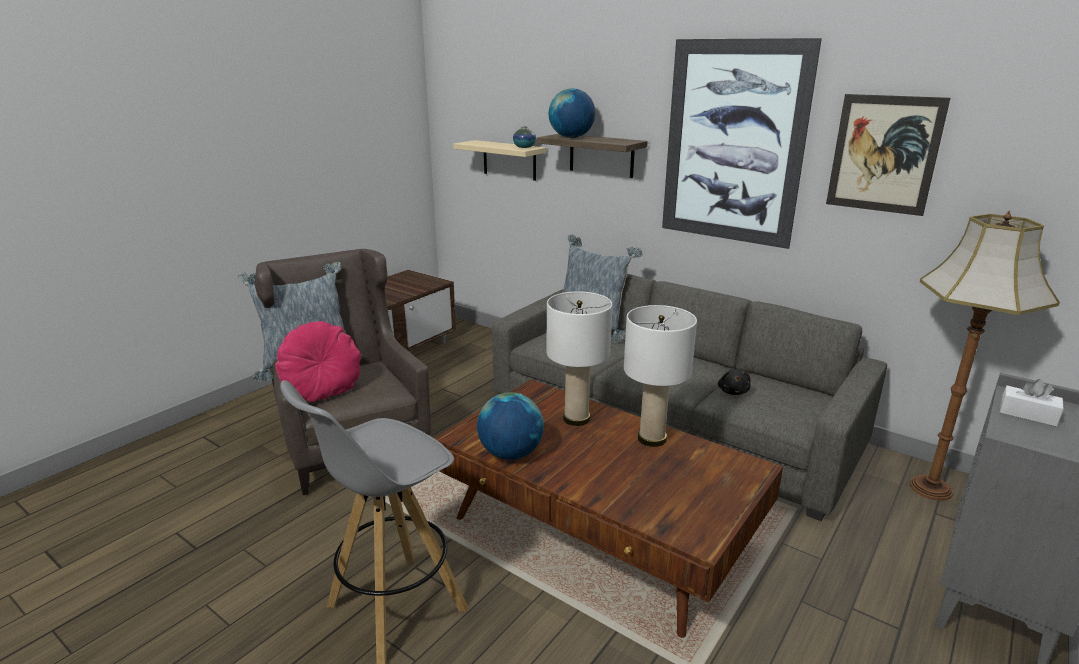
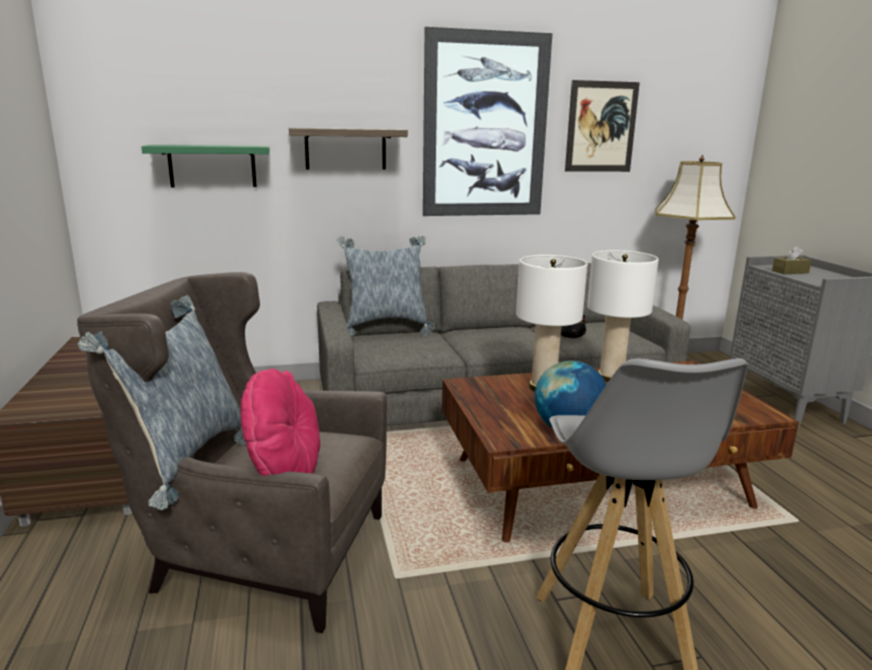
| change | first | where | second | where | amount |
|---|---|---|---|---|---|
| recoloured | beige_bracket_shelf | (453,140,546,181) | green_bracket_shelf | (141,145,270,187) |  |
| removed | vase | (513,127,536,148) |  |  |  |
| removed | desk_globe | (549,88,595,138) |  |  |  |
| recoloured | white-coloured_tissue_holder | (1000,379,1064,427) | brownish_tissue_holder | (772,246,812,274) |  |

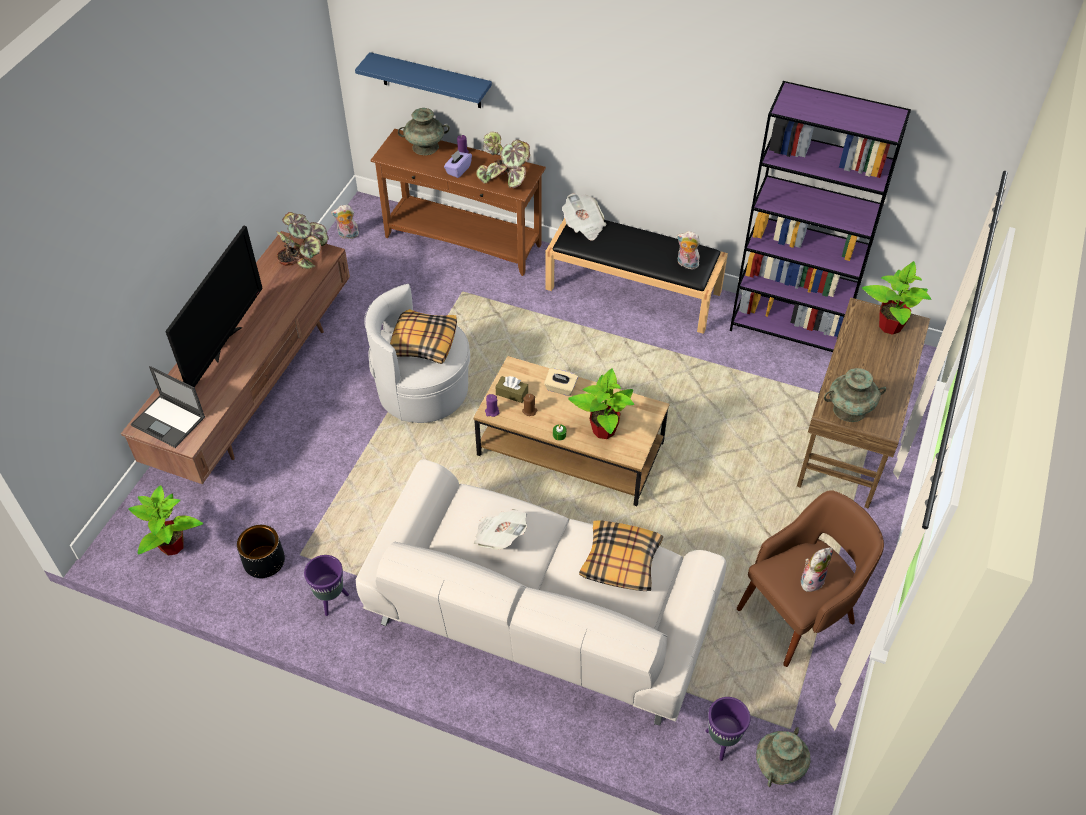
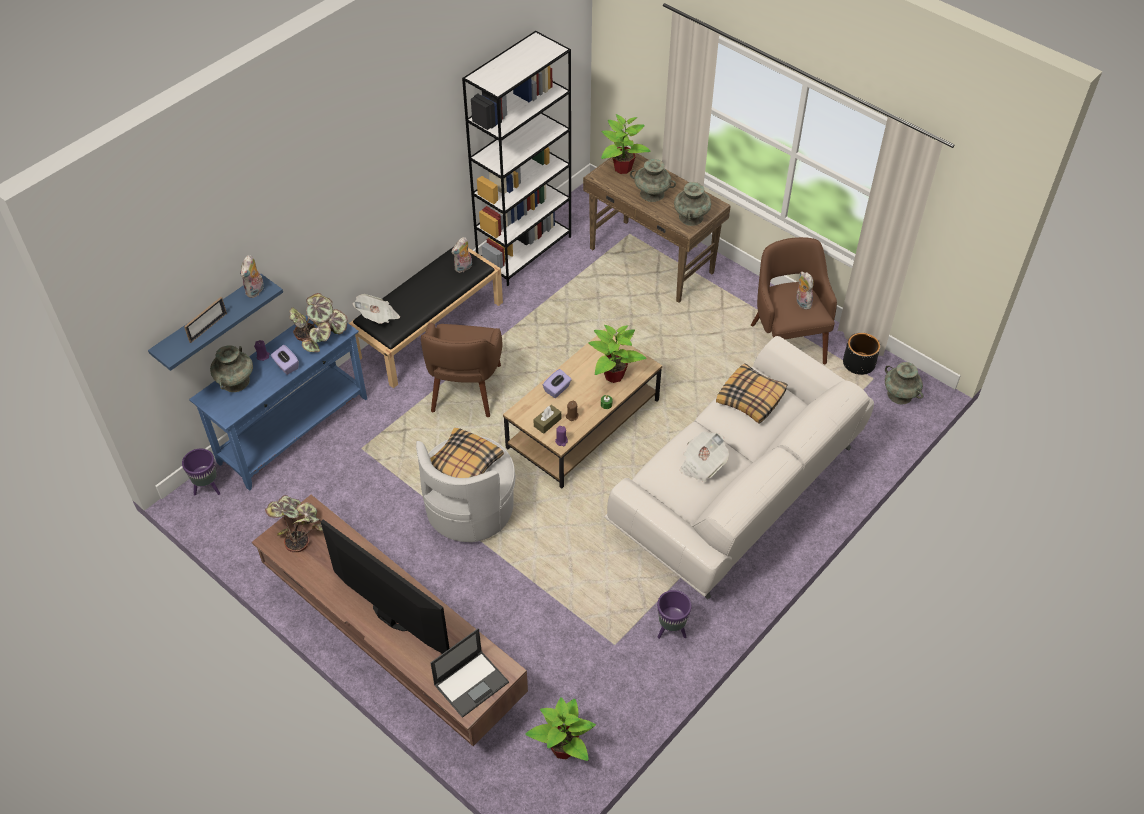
| change | first | where | second | where | amount |
|---|---|---|---|---|---|
| moved | black-coloured_planter | (237,525,285,578) |  | (843,333,880,375) |  |
| moved | plush_toy | (331,205,360,239) |  | (240,255,264,298) |  |
| recoloured | brownish_console_table | (370,129,546,276) | blue-coloured_console_table | (189,315,367,491) |  |
| recoloured | beige_tissue_holder | (544,368,578,396) | purplish_tissue_holder | (543,369,572,398) |  |
| moved | purplish_planter | (705,697,750,761) |  | (182,449,221,495) |  |
| recoloured | purplish_shelving_unit | (730,81,911,352) | white-coloured_shelving_unit | (462,31,571,286) |  |
| added |  |  | picture_frame | (184,297,227,343) |  |
| added |  |  | brownish_armchair | (421,323,502,417) |  |
| added |  |  | turquoise-coloured_vase | (630,159,676,202) |  |

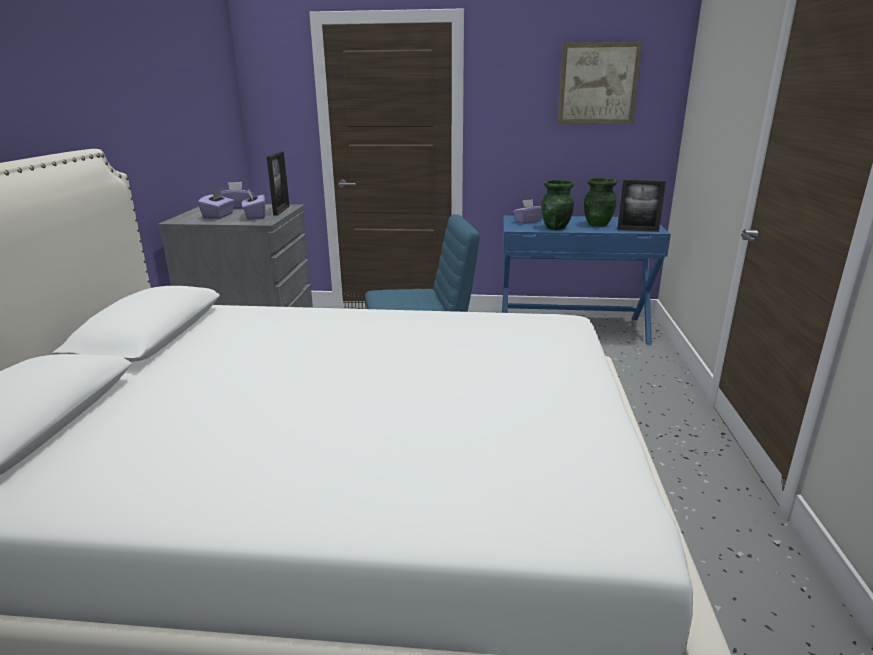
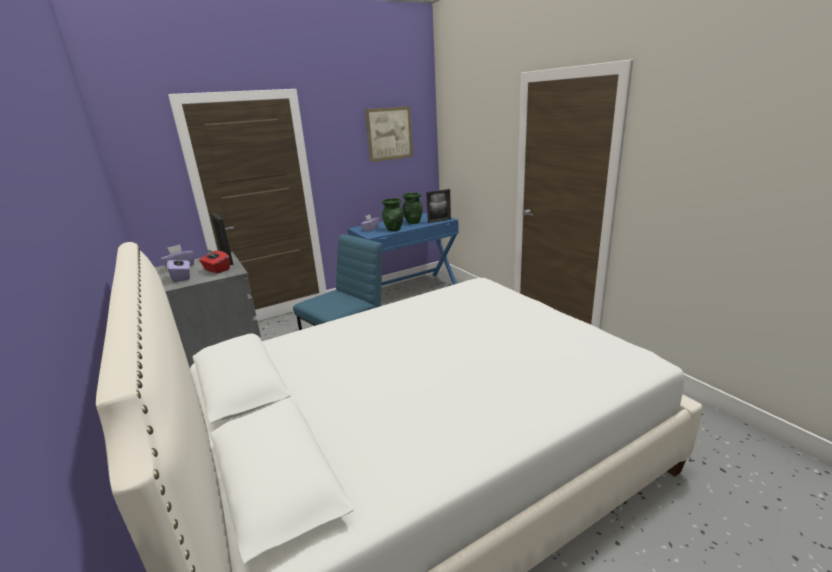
| change | first | where | second | where | amount |
|---|---|---|---|---|---|
| recoloured | purplish_tissue_holder | (242,190,266,220) | reddish_tissue_holder | (199,249,230,274) |  |

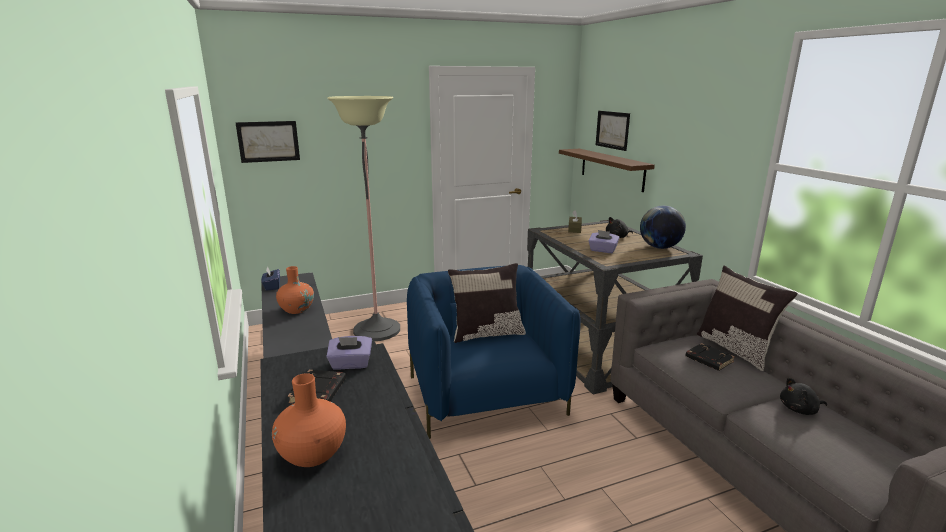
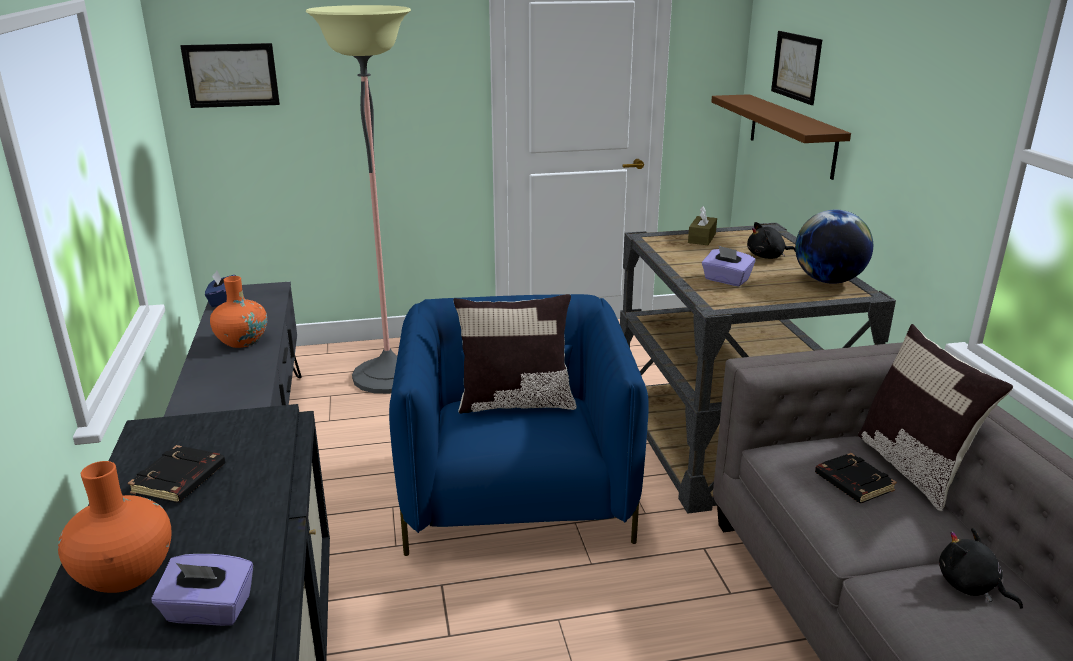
| change | first | where | second | where | amount |
|---|---|---|---|---|---|
| moved | purplish_tissue_holder | (326,336,372,370) |  | (151,554,253,626) |  |
| turned | black-coloured_plush_toy | (780,378,827,415) |  | (939,528,1023,609) | 45 degrees clockwise |

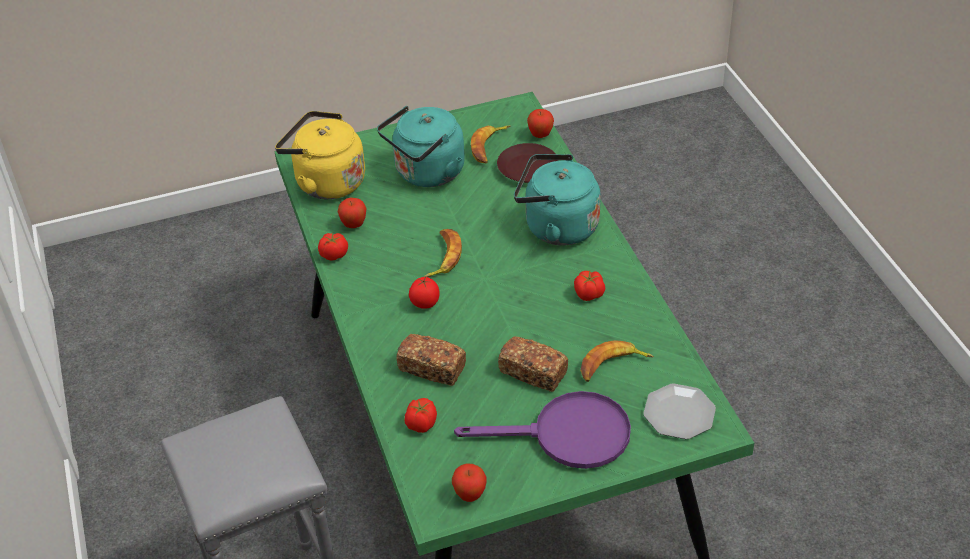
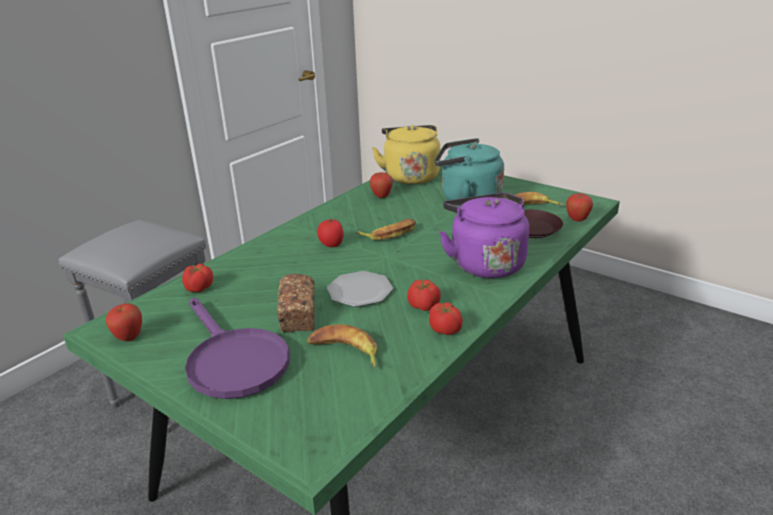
| change | first | where | second | where | amount |
|---|---|---|---|---|---|
| moved | whole_tomato | (318,233,348,260) |  | (429,302,463,335) |  |
| removed | bread | (396,334,466,386) |  |  |  |
| recoloured | turquoise-coloured_water_kettle | (514,154,601,246) | purplish_water_kettle | (439,192,529,278) |  |
| moved | plate | (643,383,716,439) |  | (327,271,393,307) |  |

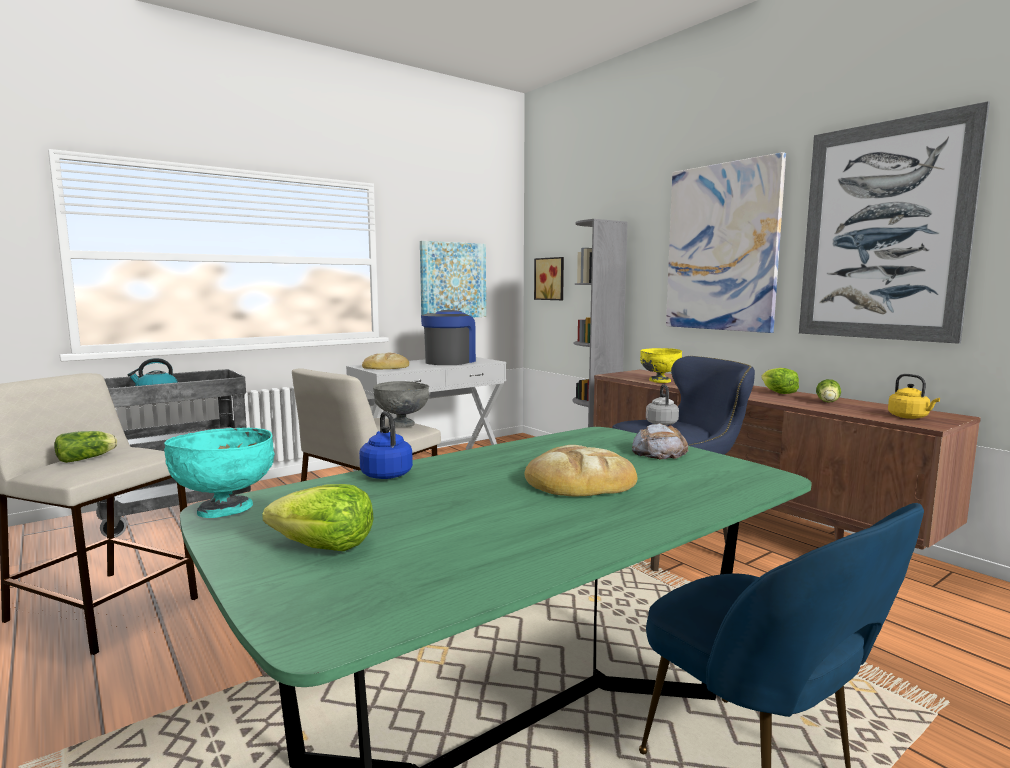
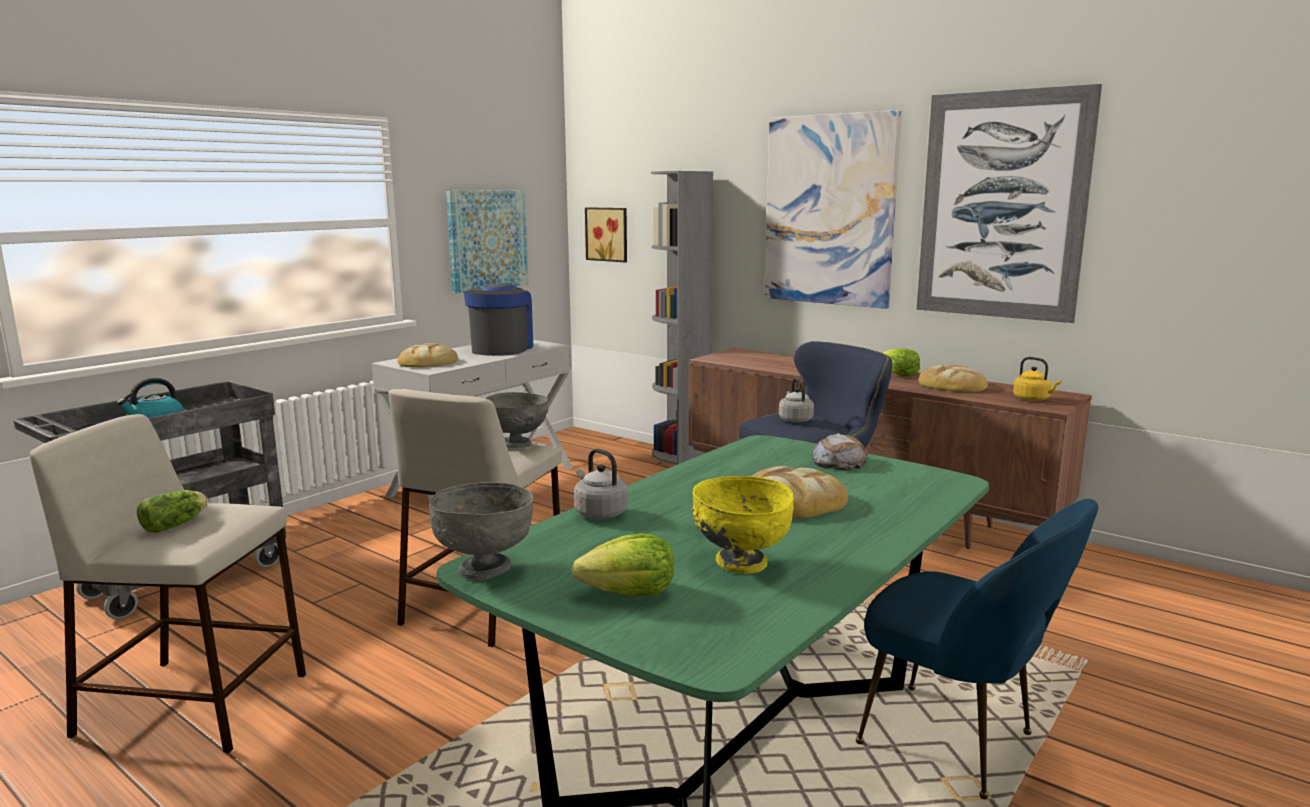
| change | first | where | second | where | amount |
|---|---|---|---|---|---|
| recoloured | turquoise-coloured_bowl | (164,428,275,518) | greyish_bowl | (429,482,533,580) |  |
| recoloured | blue-coloured_water_kettle | (359,411,413,479) | greyish_water_kettle | (574,448,628,519) |  |
| moved | yellow_bowl | (640,348,682,383) |  | (692,476,794,574) |  |
| replaced | lettuce | (816,379,841,403) | bread | (919,365,988,393) |  |

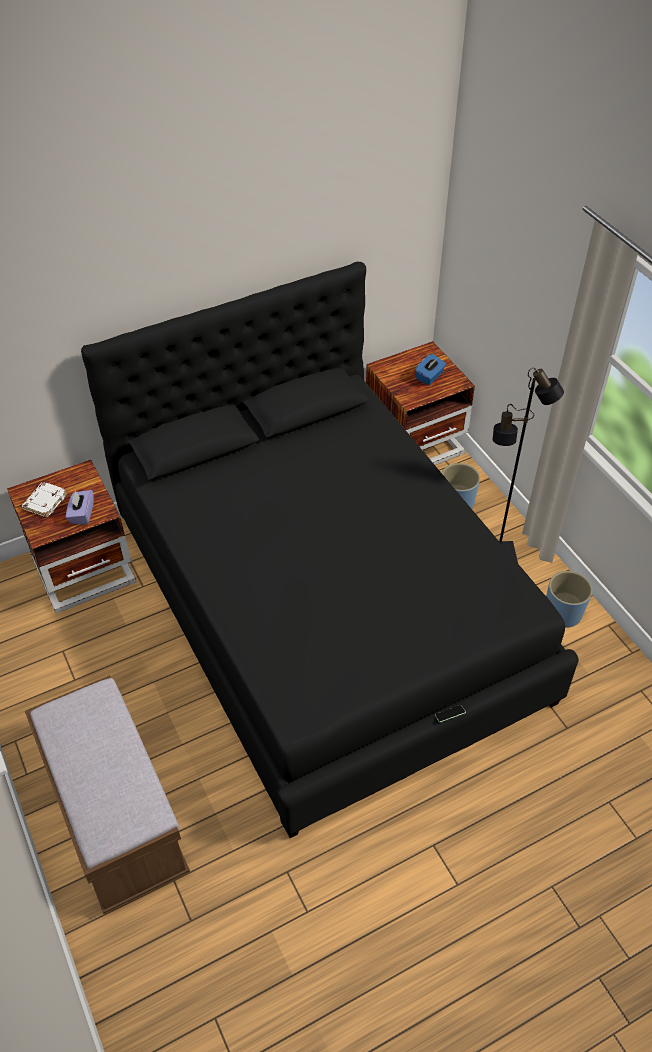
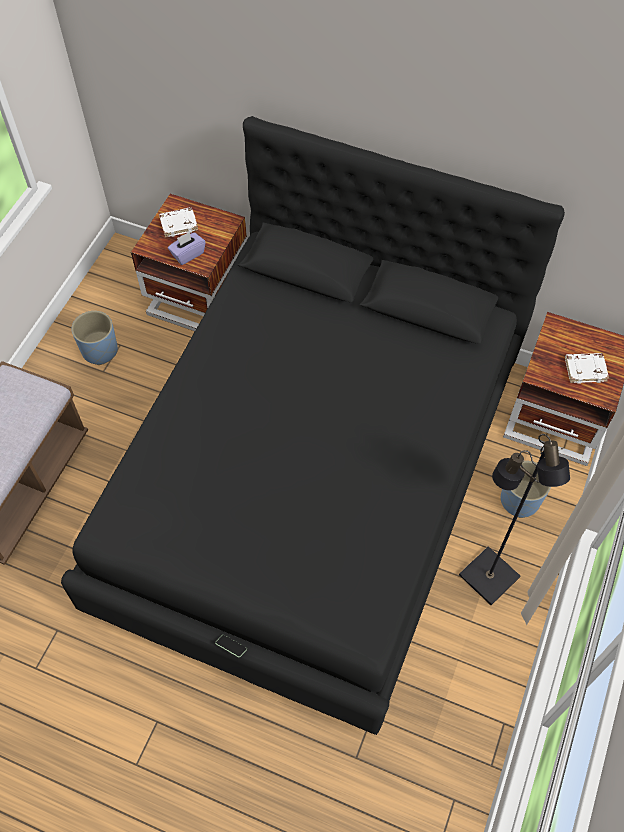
| change | first | where | second | where | amount |
|---|---|---|---|---|---|
| replaced | blue-coloured_tissue_holder | (415,354,446,385) | white-coloured_volume | (565,353,609,384) |  |
| moved | blue-coloured_planter | (546,571,592,628) |  | (72,311,118,365) |  |

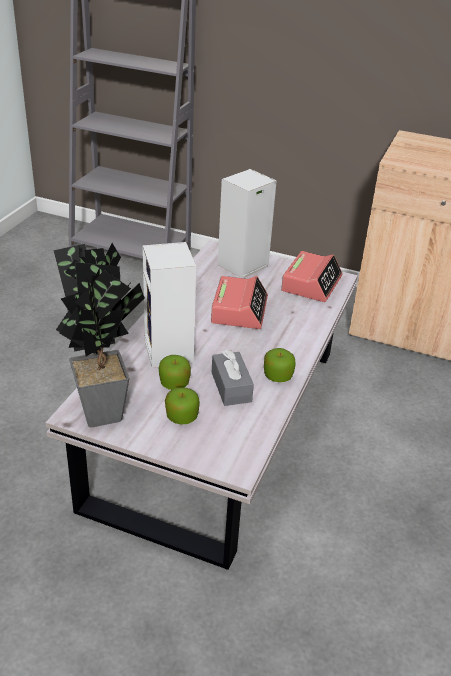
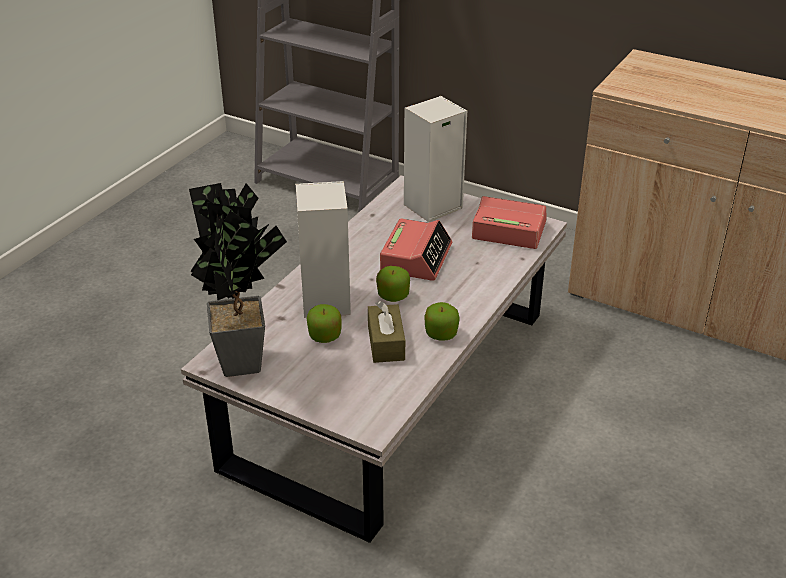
| change | first | where | second | where | amount |
|---|---|---|---|---|---|
| moved | apple_fruit | (165,387,200,425) |  | (376,266,410,302) |  |
| recoloured | greyish_tissue_holder | (212,350,254,406) | brownish_tissue_holder | (368,301,405,363) |  |
| turned | alarm_clock | (281,251,343,302) |  | (472,196,547,249) | 105 degrees counterclockwise |

